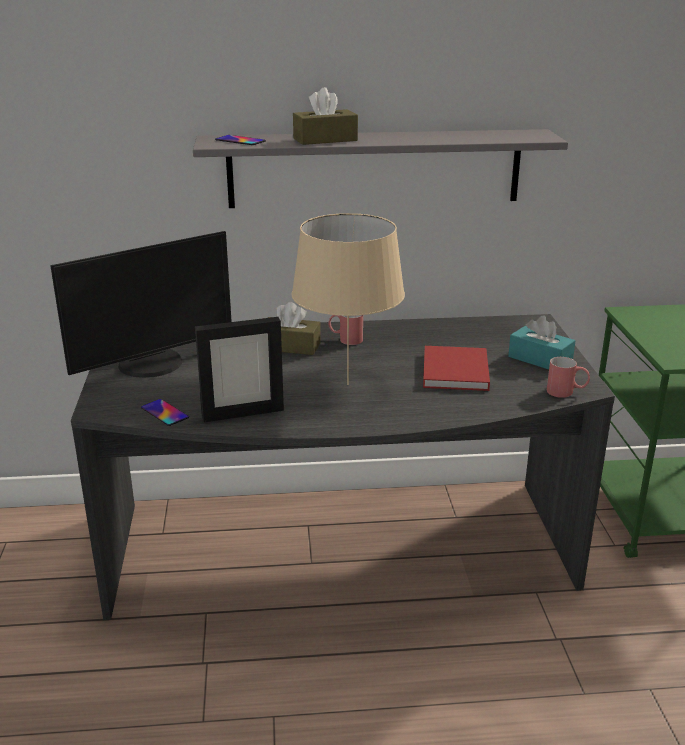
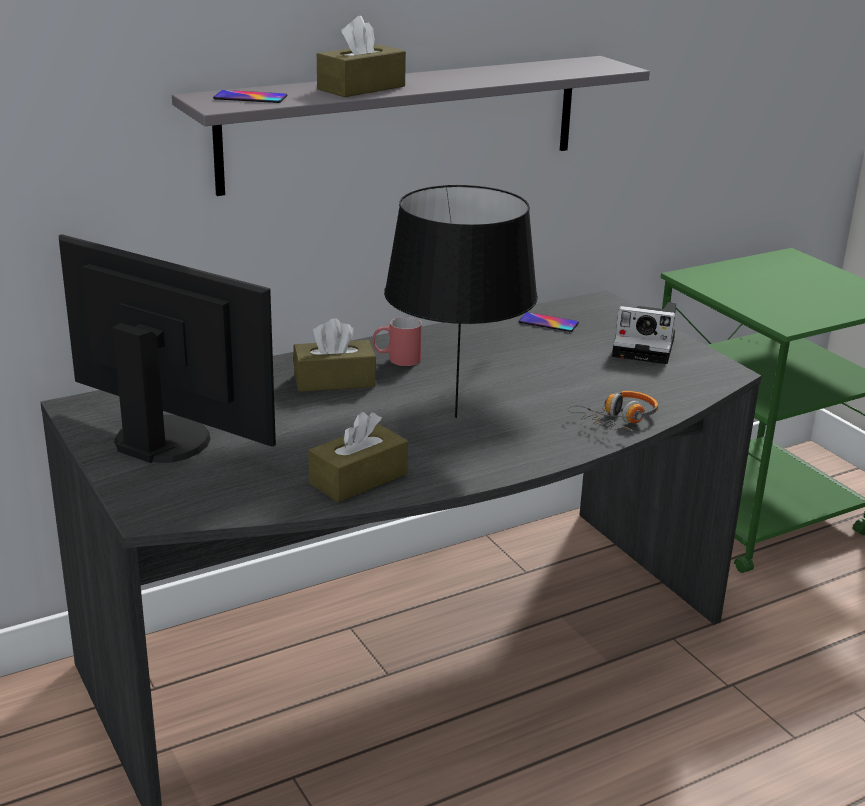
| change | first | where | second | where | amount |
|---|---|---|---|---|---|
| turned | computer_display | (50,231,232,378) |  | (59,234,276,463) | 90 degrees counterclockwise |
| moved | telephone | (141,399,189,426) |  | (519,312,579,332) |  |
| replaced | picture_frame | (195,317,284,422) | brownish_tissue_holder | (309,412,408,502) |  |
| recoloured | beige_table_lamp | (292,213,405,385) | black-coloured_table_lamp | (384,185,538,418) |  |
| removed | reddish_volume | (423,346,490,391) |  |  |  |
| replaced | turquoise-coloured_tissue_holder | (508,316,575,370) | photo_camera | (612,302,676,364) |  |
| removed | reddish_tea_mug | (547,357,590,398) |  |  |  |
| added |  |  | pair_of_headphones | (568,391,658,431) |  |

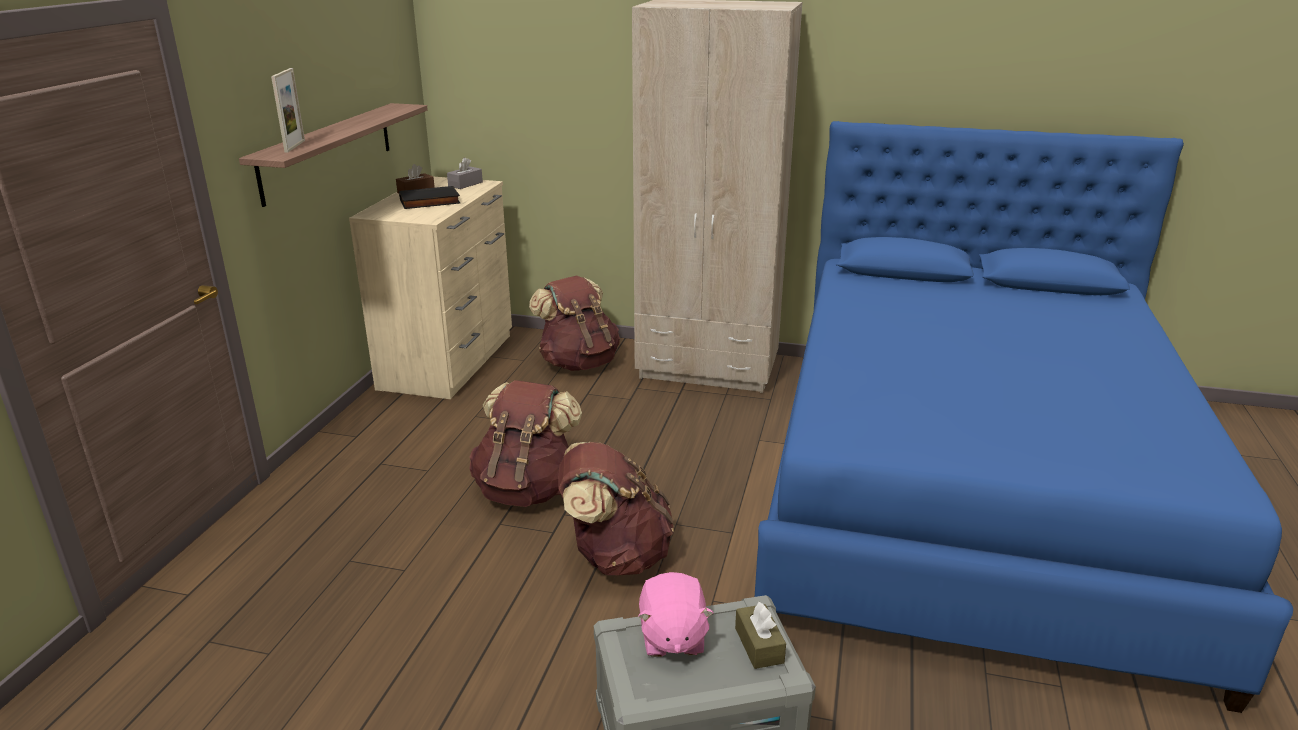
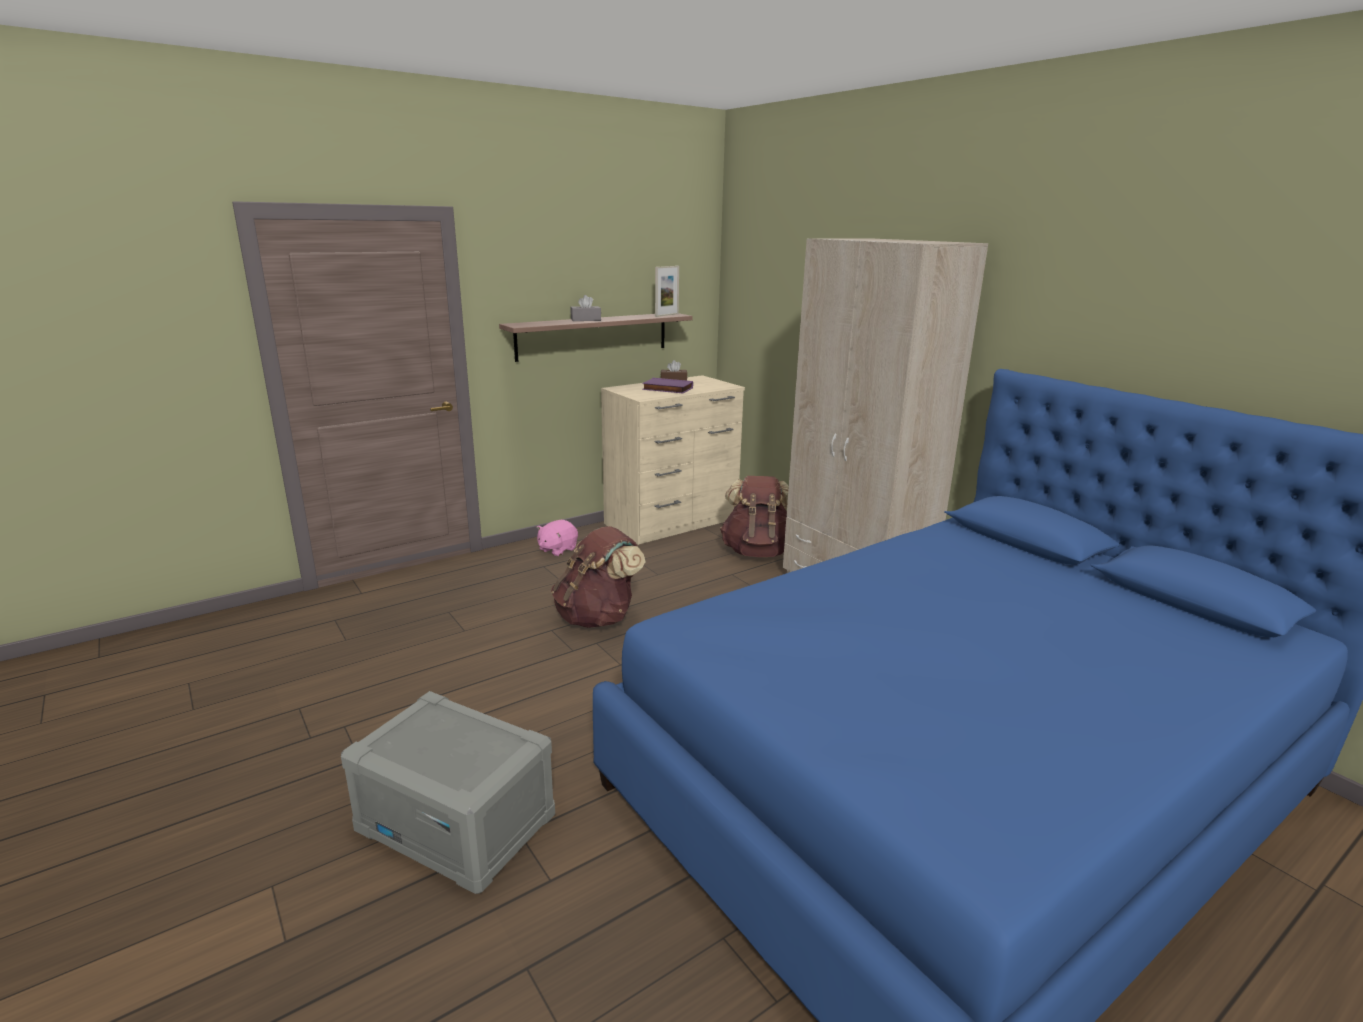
| change | first | where | second | where | amount |
|---|---|---|---|---|---|
| moved | picture_frame | (271,68,305,152) |  | (655,266,679,317) |  |
| recoloured | black-coloured_volume | (399,186,460,209) | purplish_volume | (642,378,693,393) |  |
| moved | greyish_tissue_holder | (447,157,483,189) |  | (570,295,601,321) |  |
| removed | brownish_backpack | (558,442,674,575) |  |  |  |
| moved | pink_plush_toy | (638,572,714,657) |  | (536,520,578,556) |  |
| removed | brownish_tissue_holder | (735,602,786,669) |  |  |  |

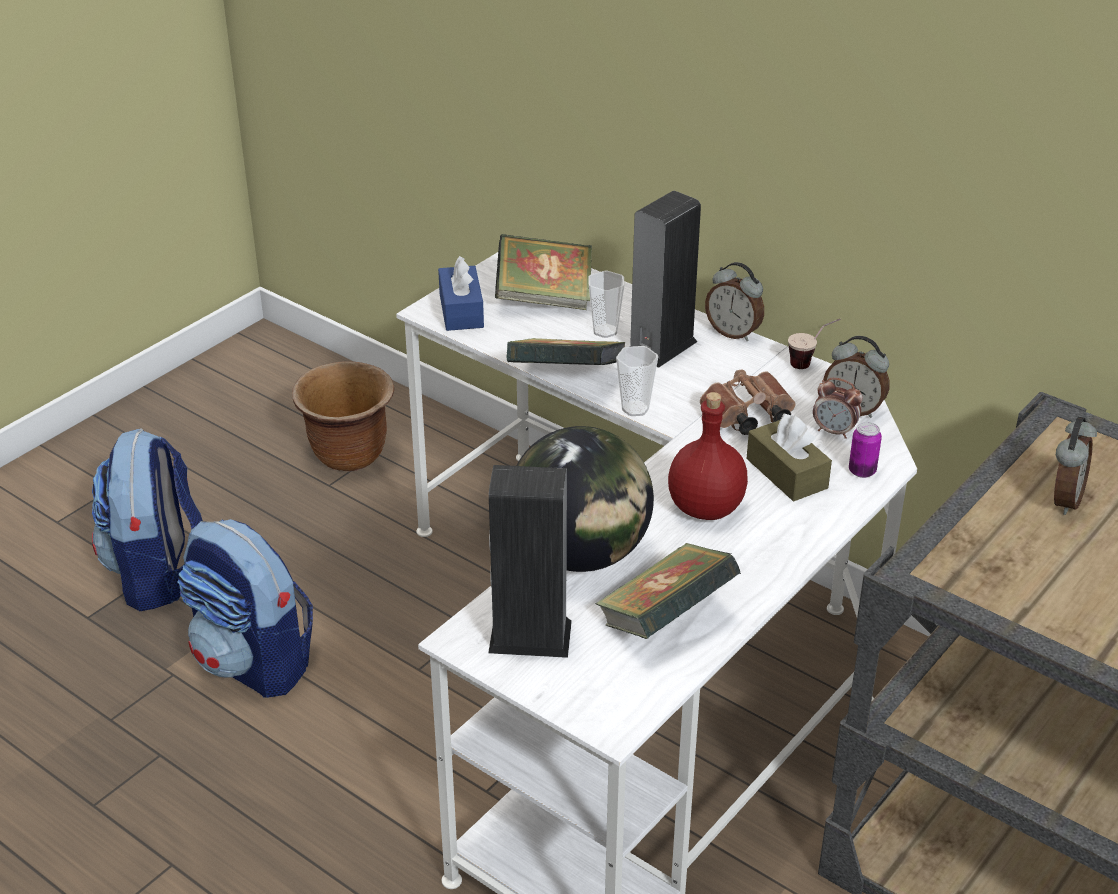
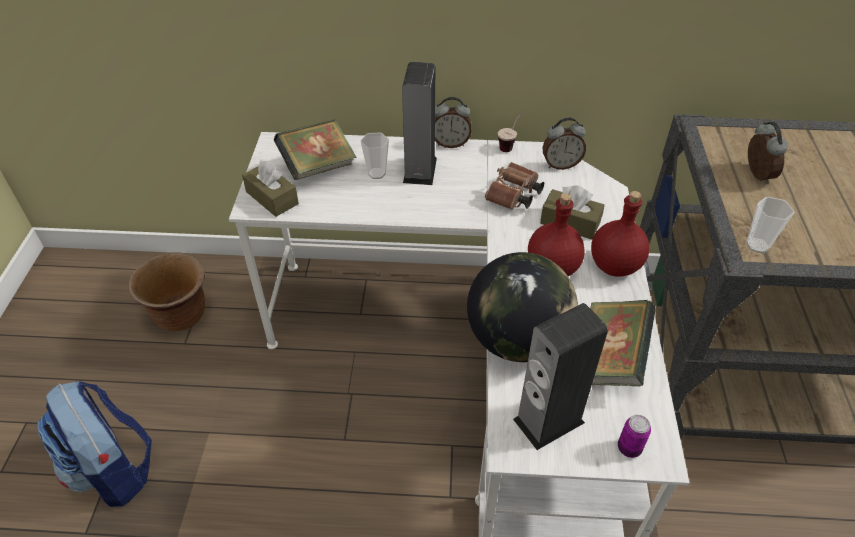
| change | first | where | second | where | amount |
|---|---|---|---|---|---|
| removed | backpack | (178,519,313,698) |  |  |  |
| recoloured | blue-coloured_tissue_holder | (438,256,484,331) | brownish_tissue_holder | (242,161,299,217) |  |
| removed | volume | (507,338,625,365) |  |  |  |
| moved | cup | (616,346,658,416) |  | (746,197,794,253) |  |
| removed | alarm_clock | (813,378,863,439) |  |  |  |
| moved | metal_can | (849,422,882,478) |  | (618,415,651,458) |  |
| added |  |  | reddish_drink_bottle | (591,191,650,277) |  |

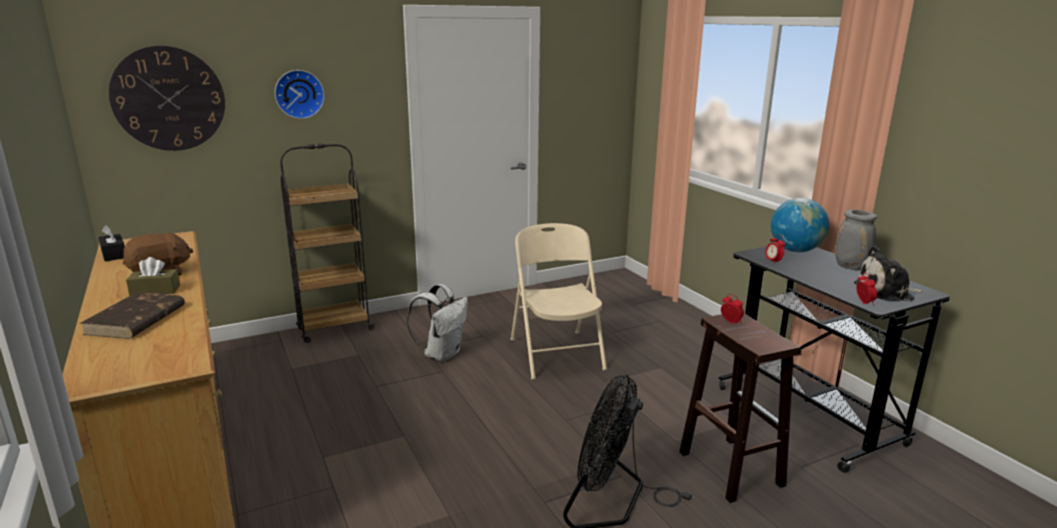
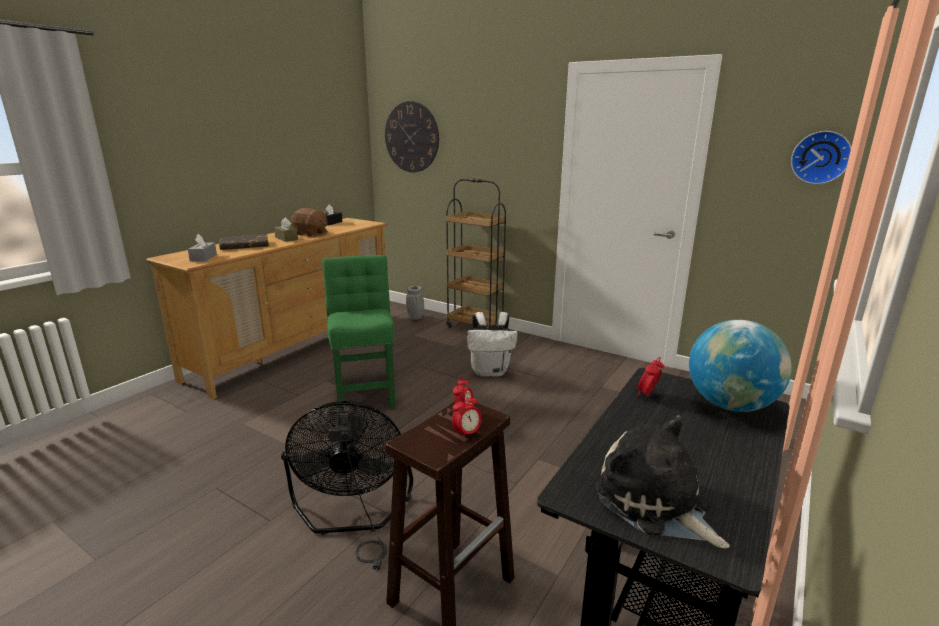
| change | first | where | second | where | amount |
|---|---|---|---|---|---|
| moved | wall_clock | (275,70,324,119) |  | (791,131,851,184) |  |
| removed | beige_upright_chair | (510,223,607,380) |  |  |  |
| moved | greyish_vase | (835,210,877,271) |  | (406,286,424,320) |  |
| moved | alarm_clock | (856,272,877,306) |  | (452,392,482,440) |  |
| added |  |  | greyish_tissue_holder | (188,234,217,262) |  |
| added |  |  | green_upright_chair | (322,255,396,411) |  |

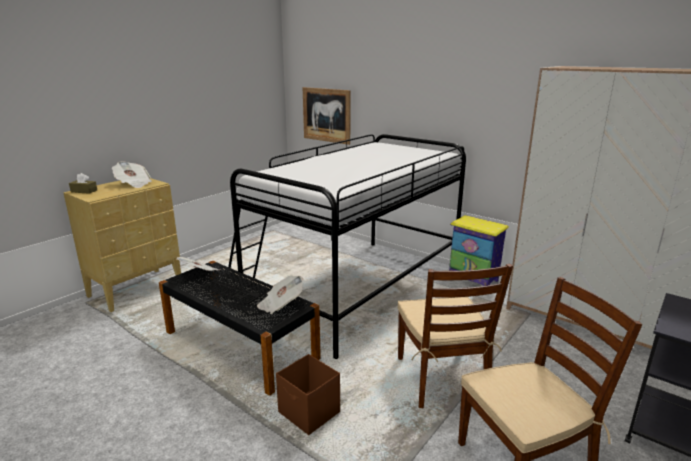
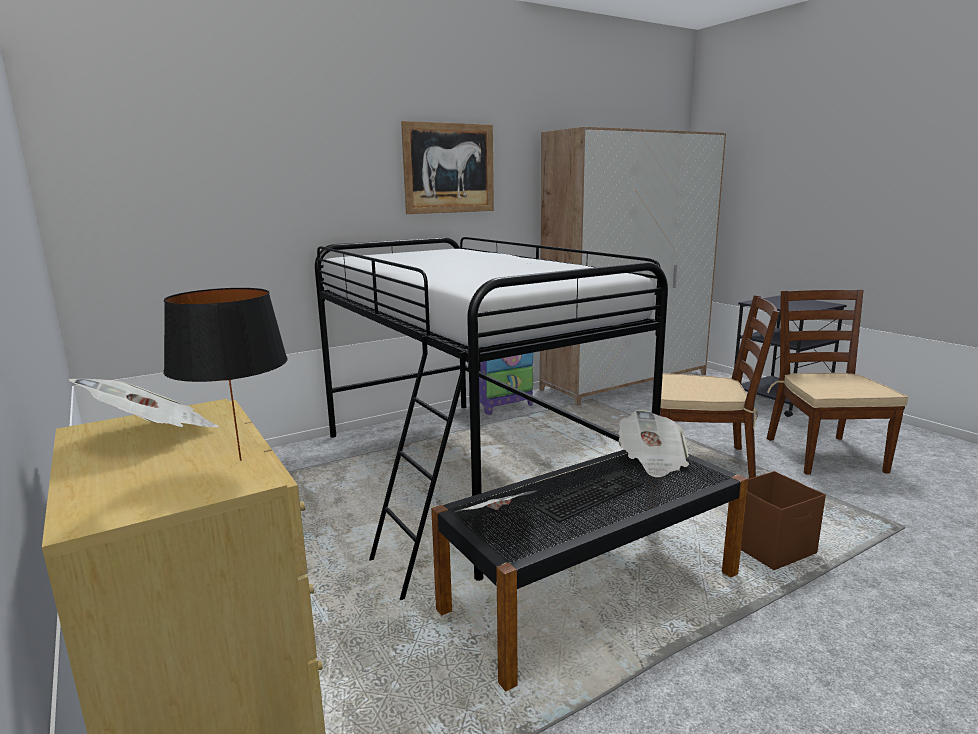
| change | first | where | second | where | amount |
|---|---|---|---|---|---|
| removed | brownish_tissue_holder | (69,173,97,194) |  |  |  |
| moved | wall_picture | (303,87,351,145) |  | (401,121,494,214) |  |
| added |  |  | black-coloured_table_lamp | (164,288,288,461) |  |

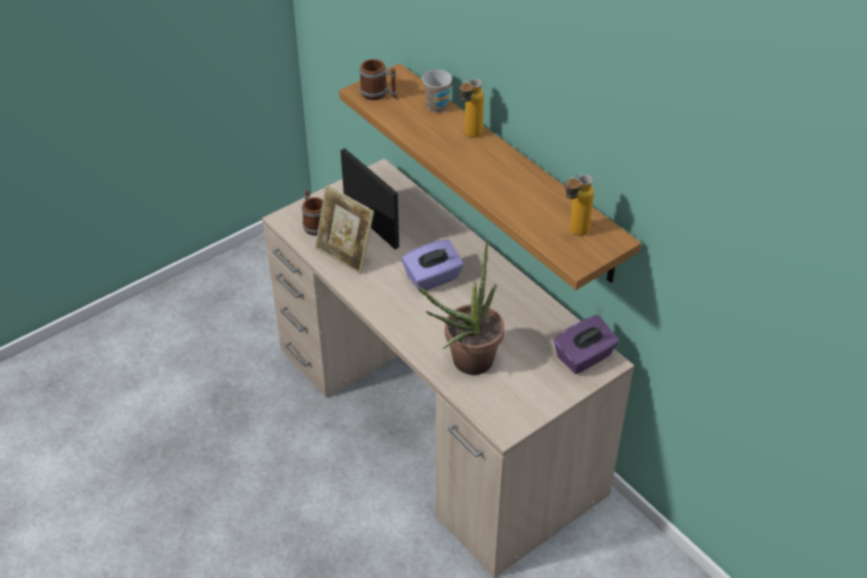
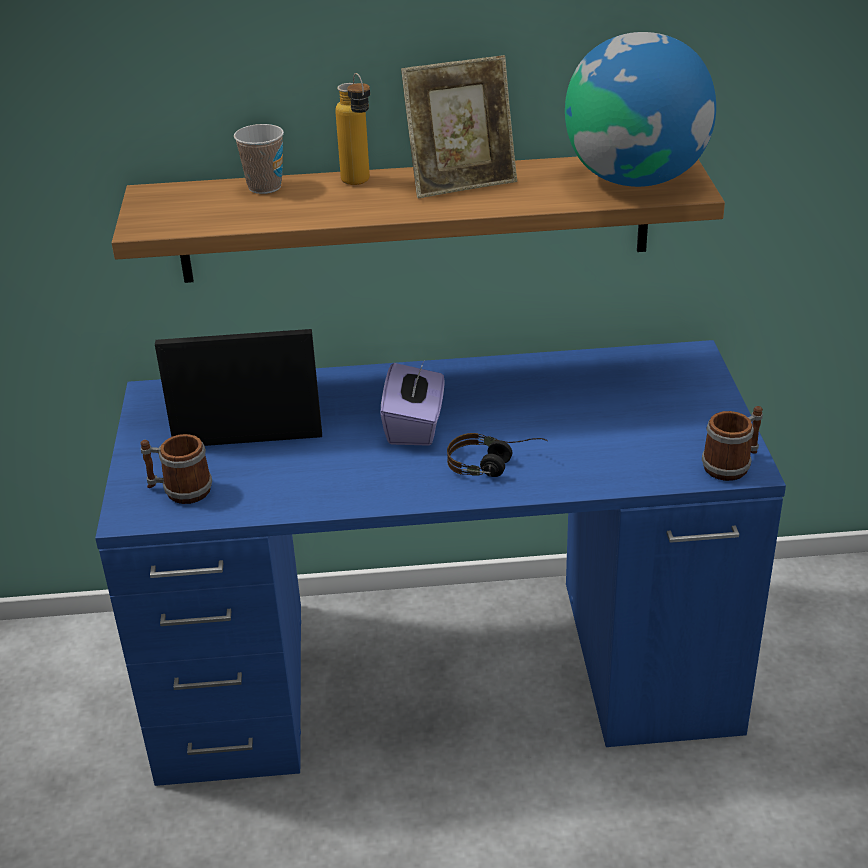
| change | first | where | second | where | amount |
|---|---|---|---|---|---|
| recoloured | beige_desk_table | (262,158,634,578) | blue-coloured_desk_table | (95,340,786,786) |  |
| moved | picture_frame | (315,185,374,274) |  | (401,55,517,198) |  |
| moved | tea_mug | (359,59,397,100) |  | (702,406,763,481) |  |
| removed | plant_in_a_pot | (418,238,504,375) |  |  |  |
| removed | purplish_tissue_holder | (554,315,619,374) |  |  |  |
| replaced | drink_bottle | (565,175,594,236) | desk_globe | (565,32,716,187) |  |
| added |  |  | pair_of_headphones | (447,433,548,477) |  |

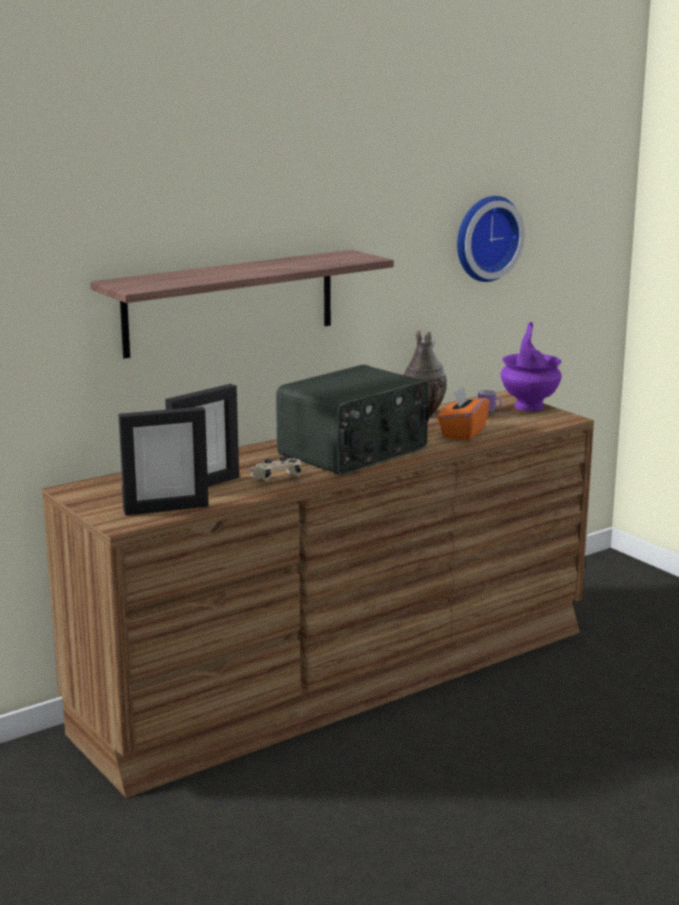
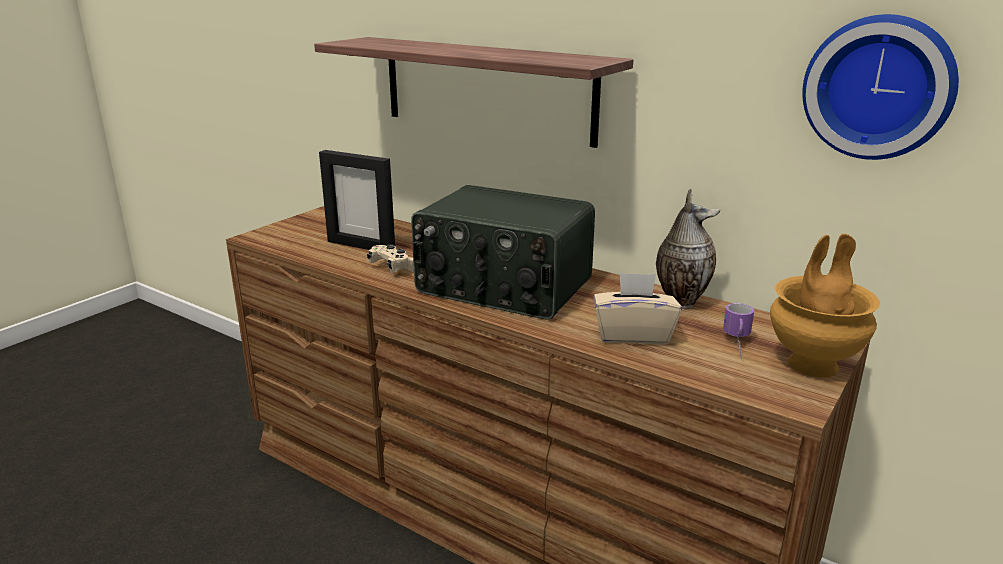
| change | first | where | second | where | amount |
|---|---|---|---|---|---|
| removed | picture_frame | (118,407,209,516) |  |  |  |
| recoloured | orange_tissue_holder | (438,386,490,441) | beige_tissue_holder | (594,272,682,344) |  |
| recoloured | purplish_vase | (501,322,562,412) | brownish_vase | (770,234,880,378) |  |

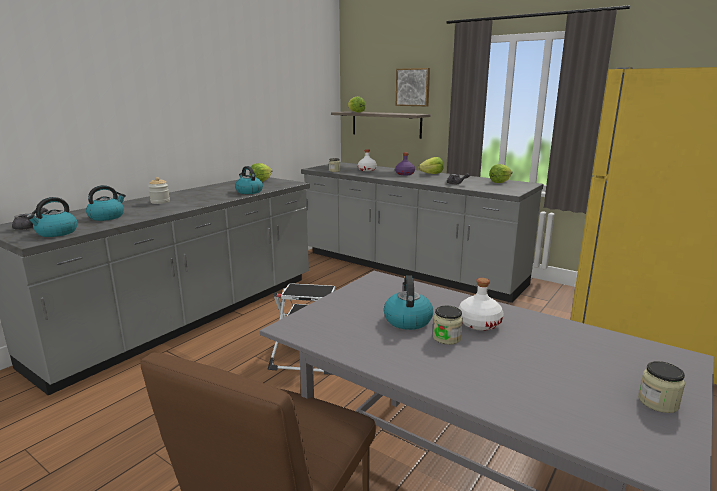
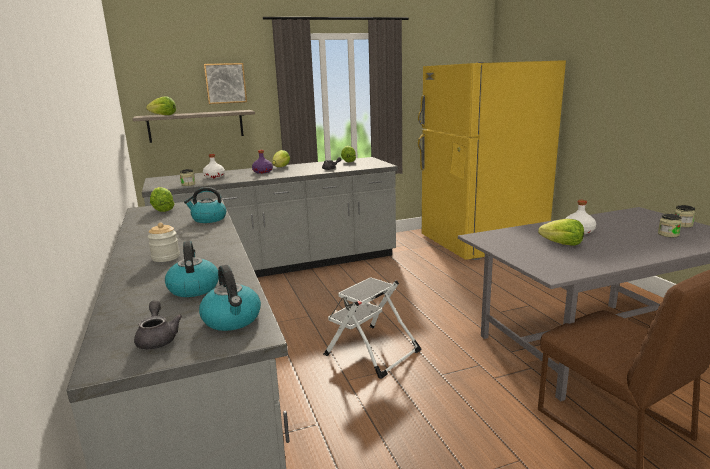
| change | first | where | second | where | amount |
|---|---|---|---|---|---|
| replaced | water_kettle | (384,275,433,330) | lettuce | (538,219,584,246) |  |
| moved | storage_jar | (433,306,463,345) |  | (658,214,682,237) |  |

